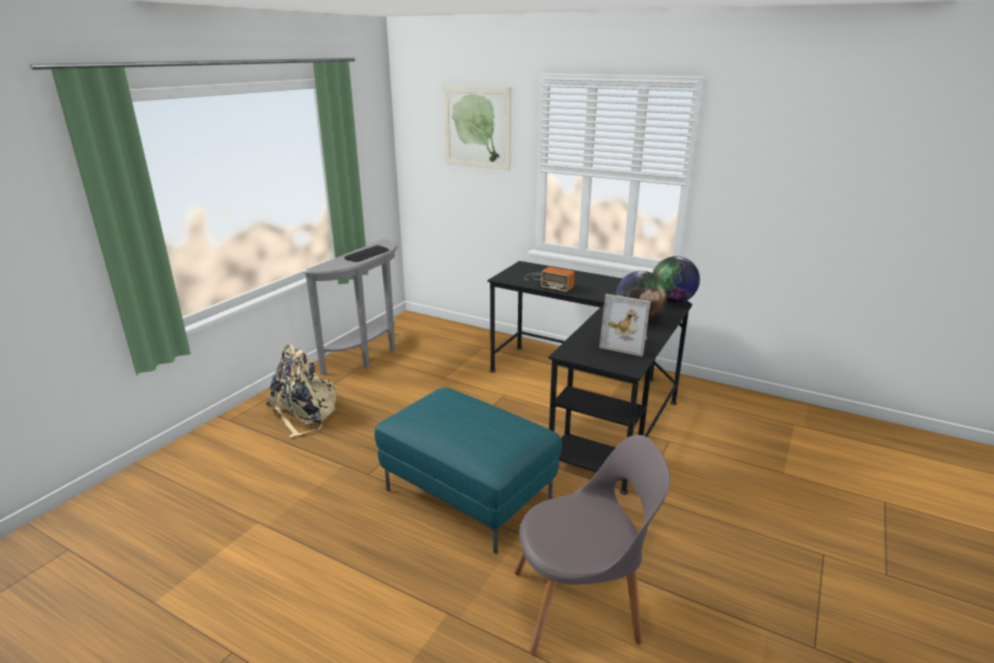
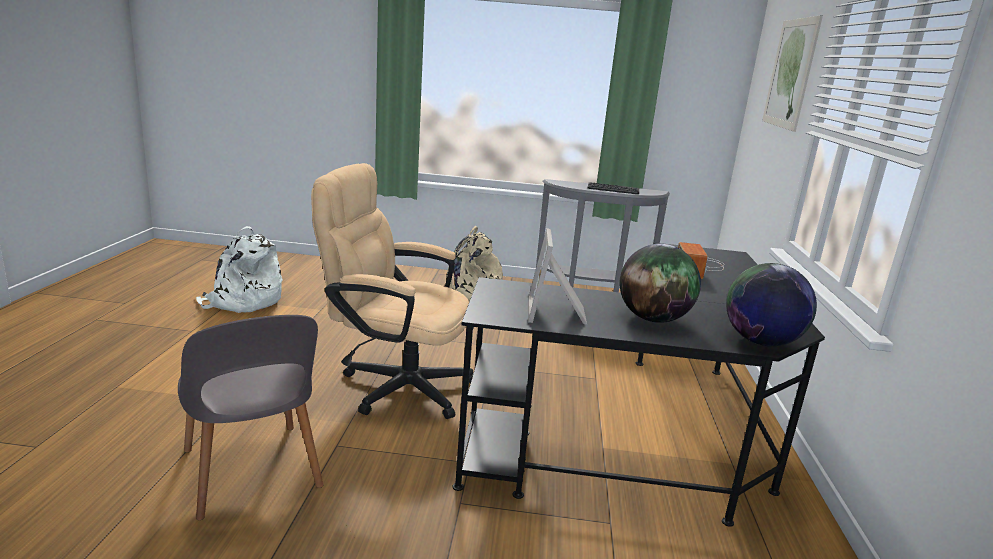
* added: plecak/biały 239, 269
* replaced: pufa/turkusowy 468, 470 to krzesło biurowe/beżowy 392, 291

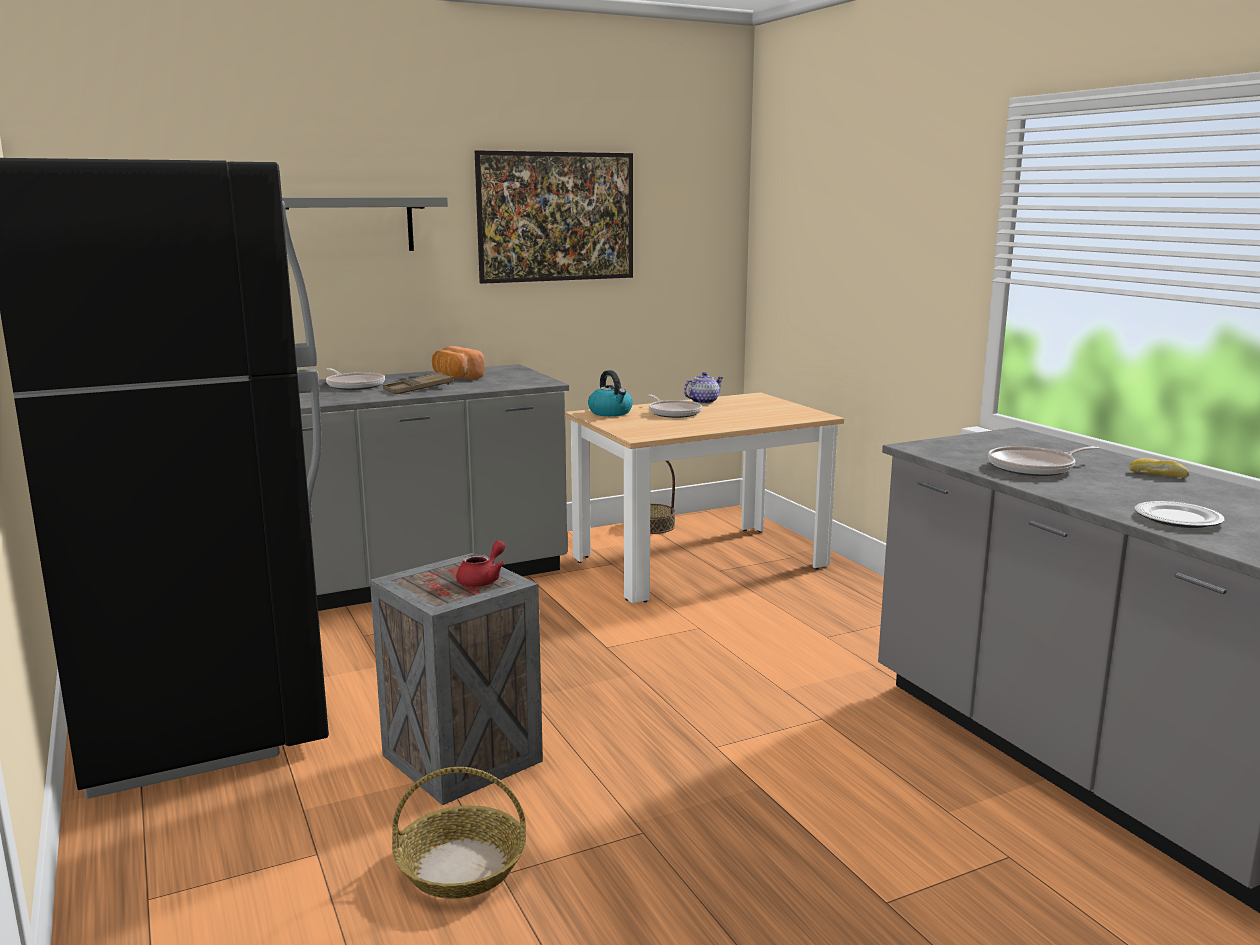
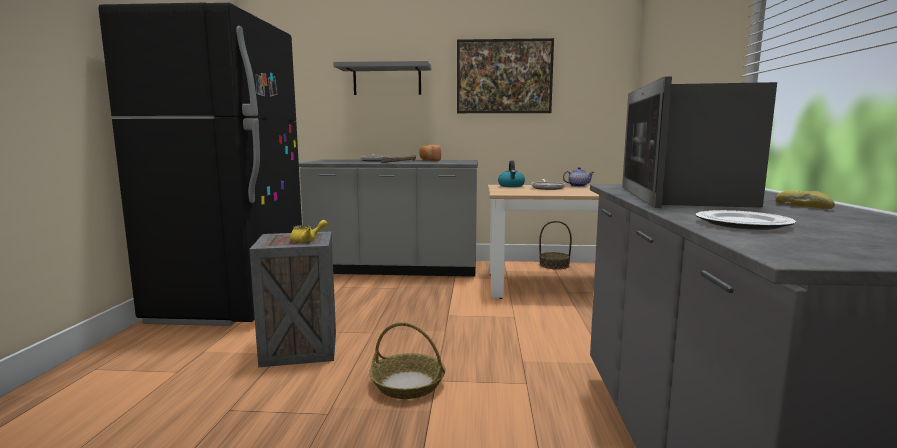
* recoloured: imbryk/czerwony 481, 563 to imbryk/żółty 309, 231
* moved: koszyk 459, 832 to 407, 360
* replaced: patelnia 1043, 461 to mikrofalówka 699, 142

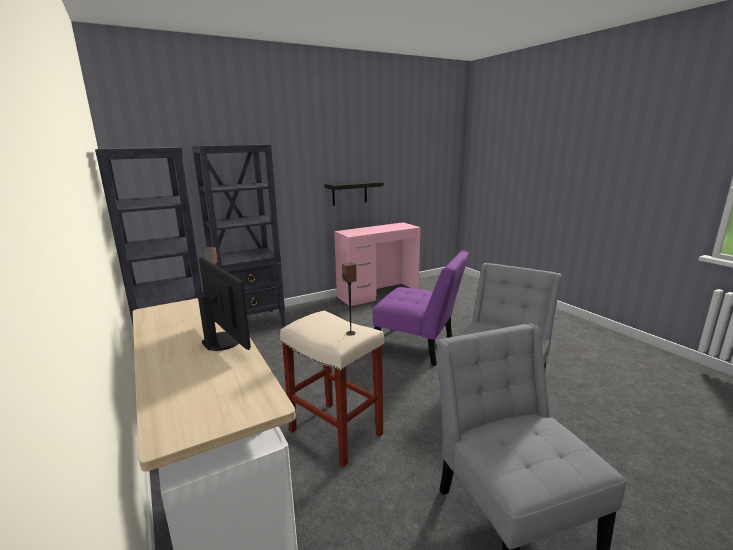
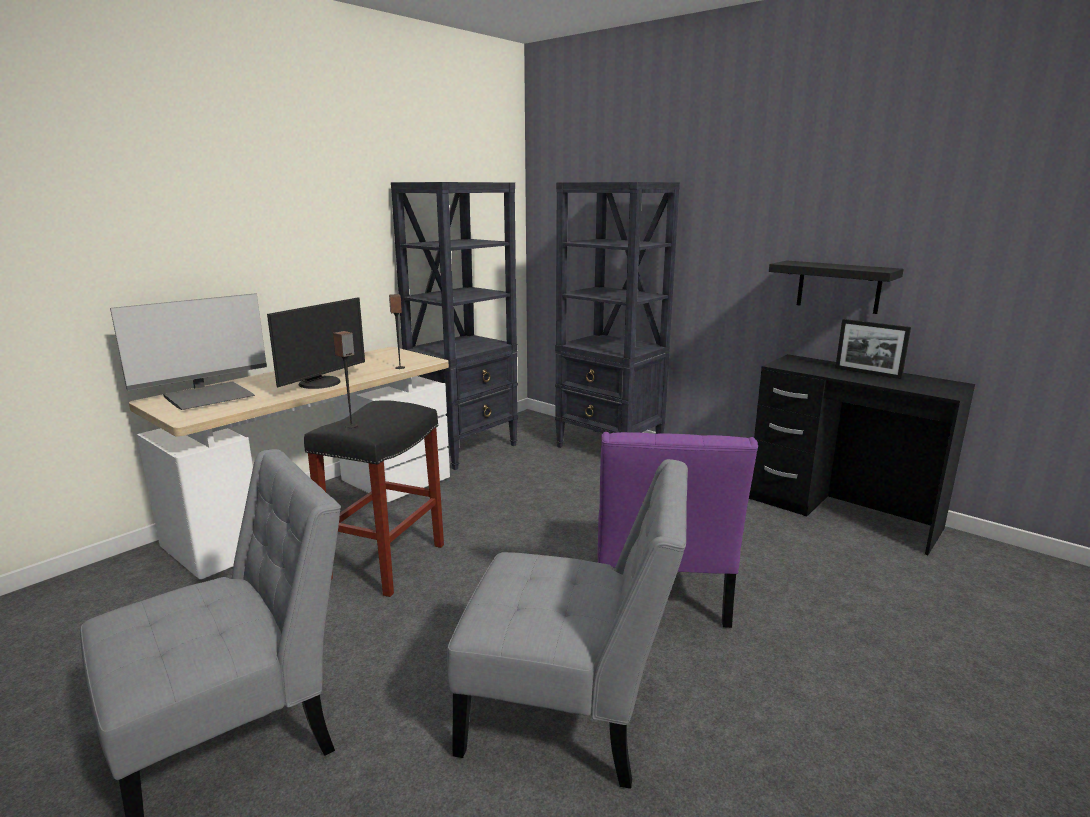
* added: monitor 188, 351
* recoloured: stołek/beżowy 332, 389 to stołek/czarny 374, 498
* recoloured: biurko/różowy 377, 264 to biurko/czarny 862, 454
* added: ramka na zdjęcie 873, 349

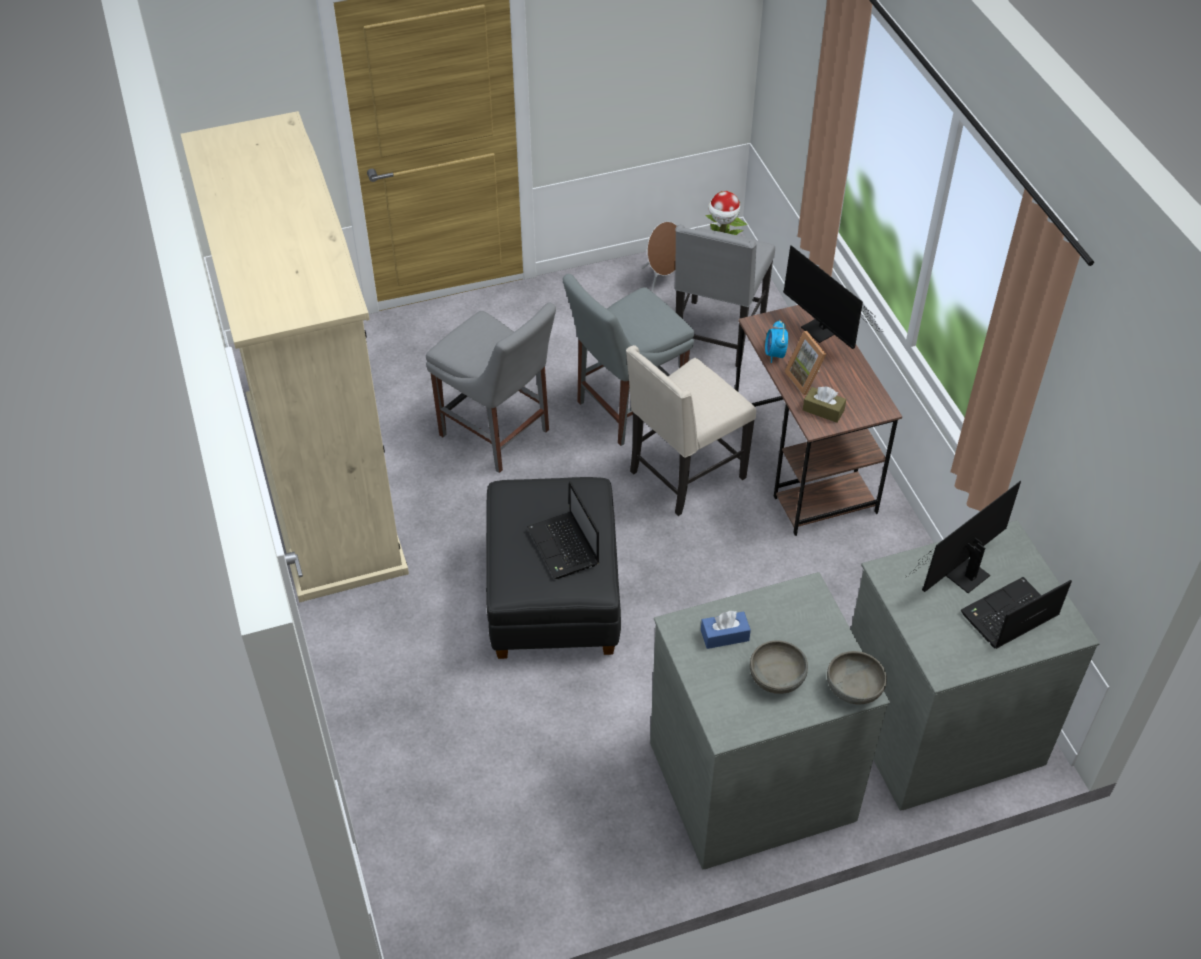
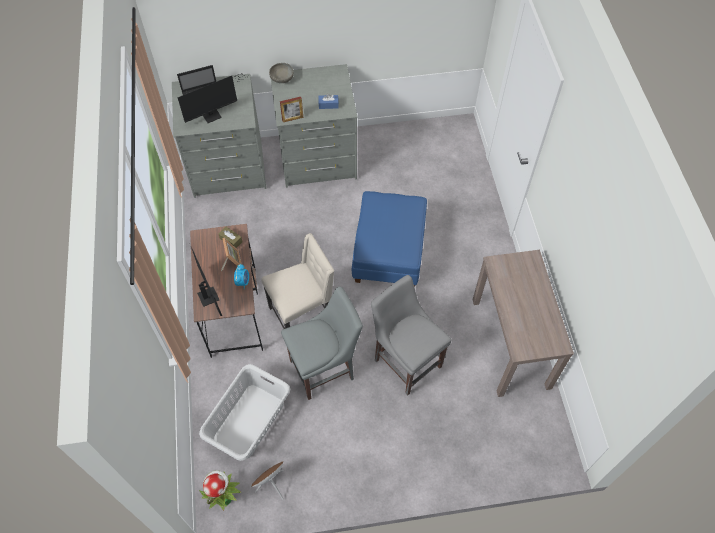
* replaced: krzesło/szary 725, 296 to kosz na pranie/szary 244, 412
* added: ramka na zdjęcie 291, 109
* recoloured: pufa/czarny 553, 568 to pufa/niebieski 389, 239
* replaced: szafa/beżowy 295, 357 to stolik konsolowy/brązowy 523, 323
* removed: laptop 563, 530
* removed: miska/szary 779, 667

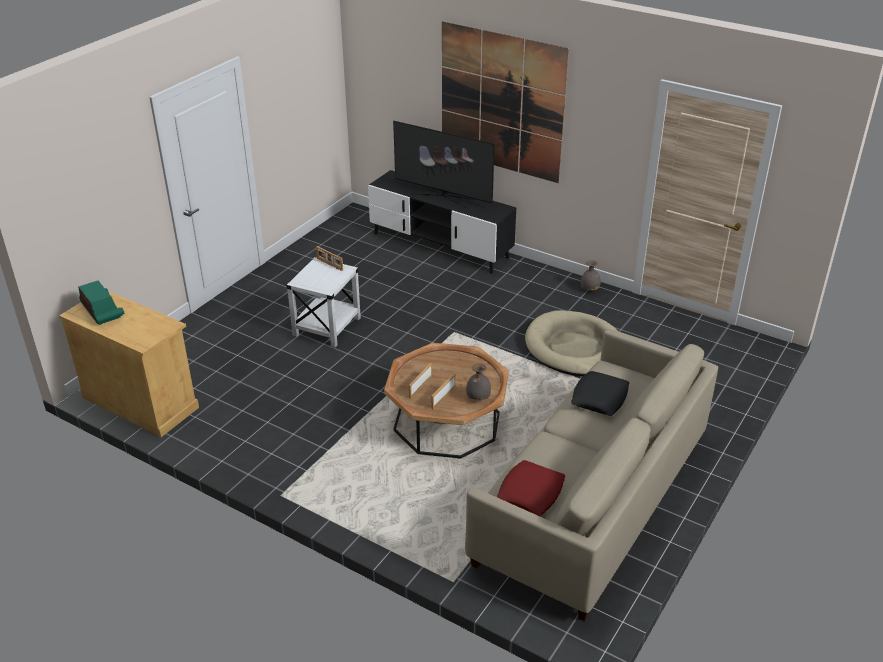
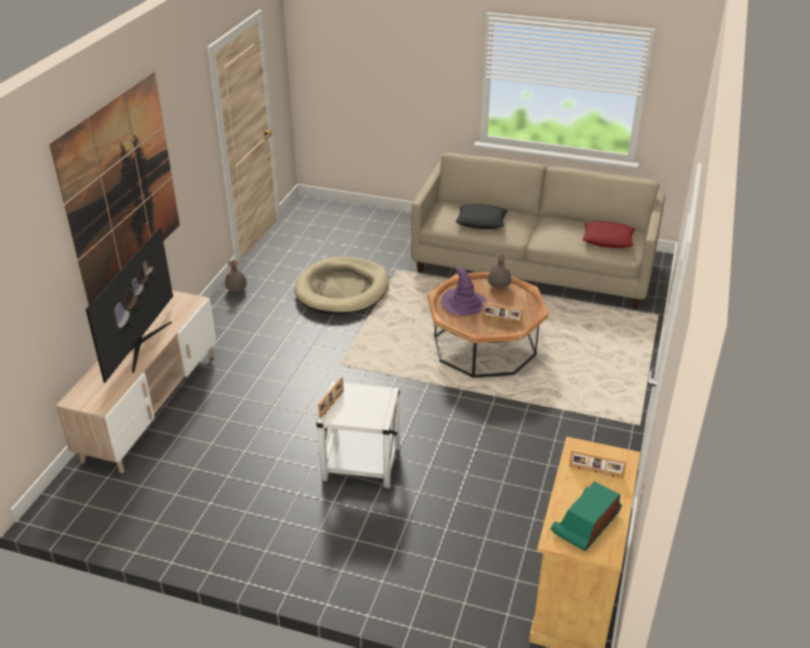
* recoloured: szafka pod telewizor/czarny 442, 221 to szafka pod telewizor/beżowy 136, 382
* added: kapelusz/fioletowy 464, 291
* moved: ramka na zdjęcie 443, 391 to 598, 464

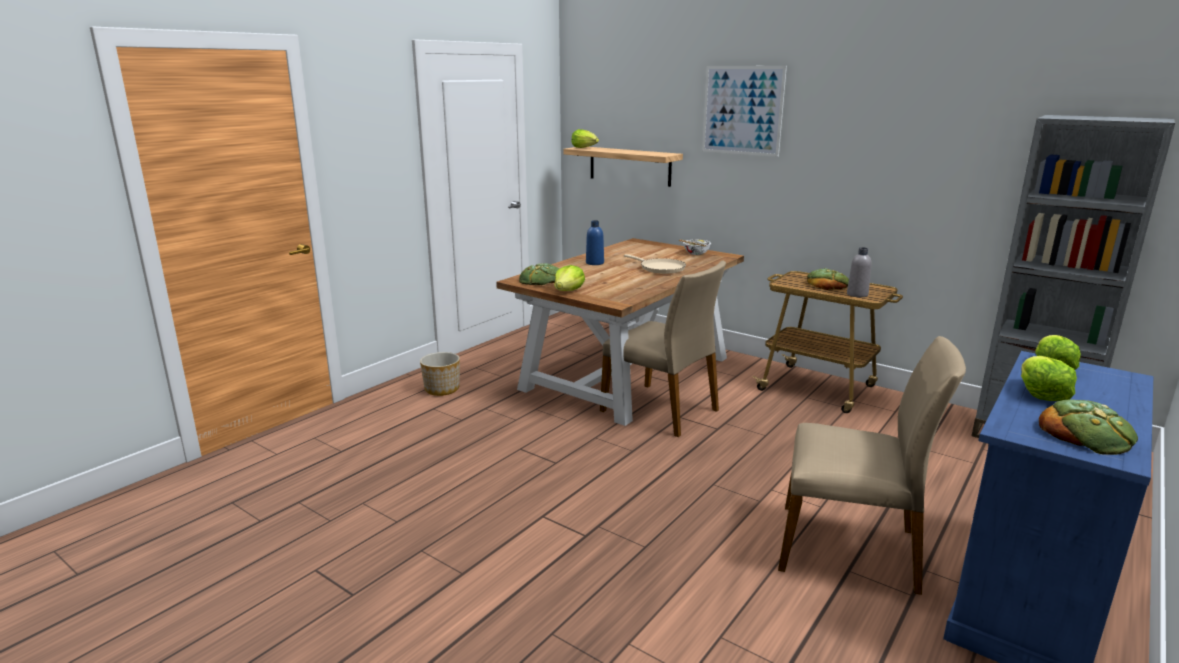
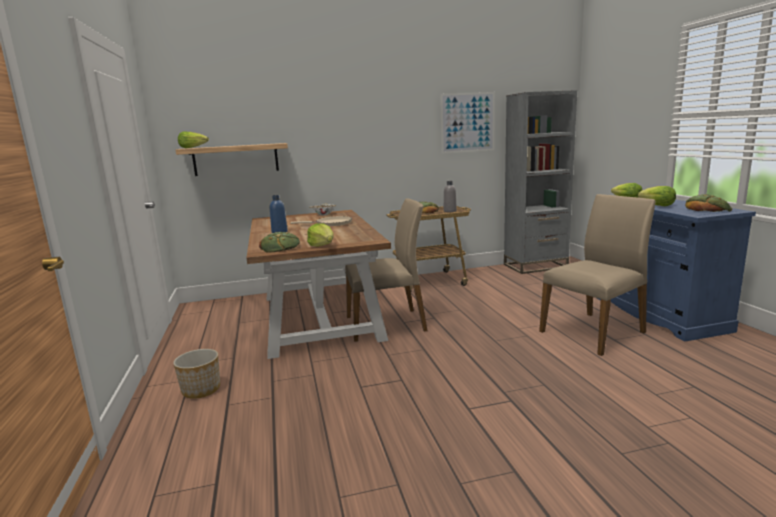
* moved: obraz 744, 111 to 467, 123

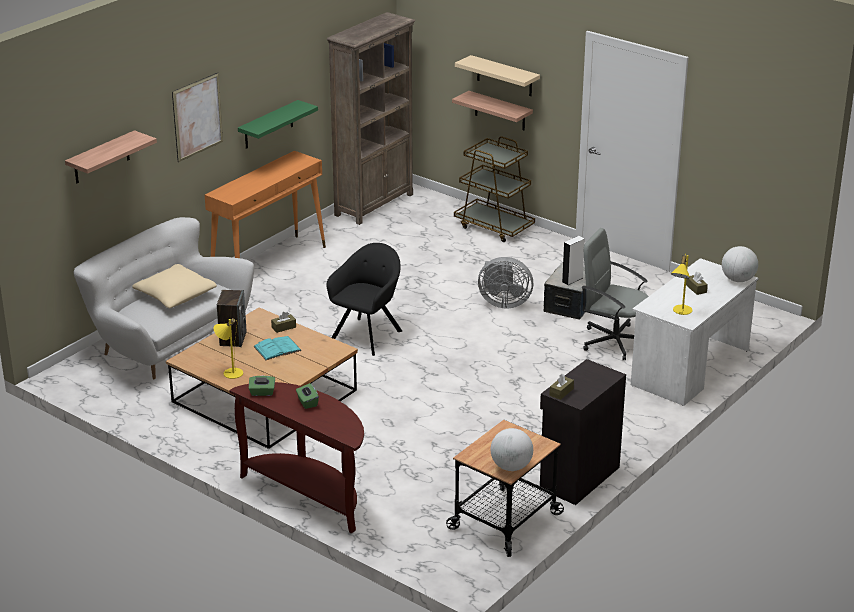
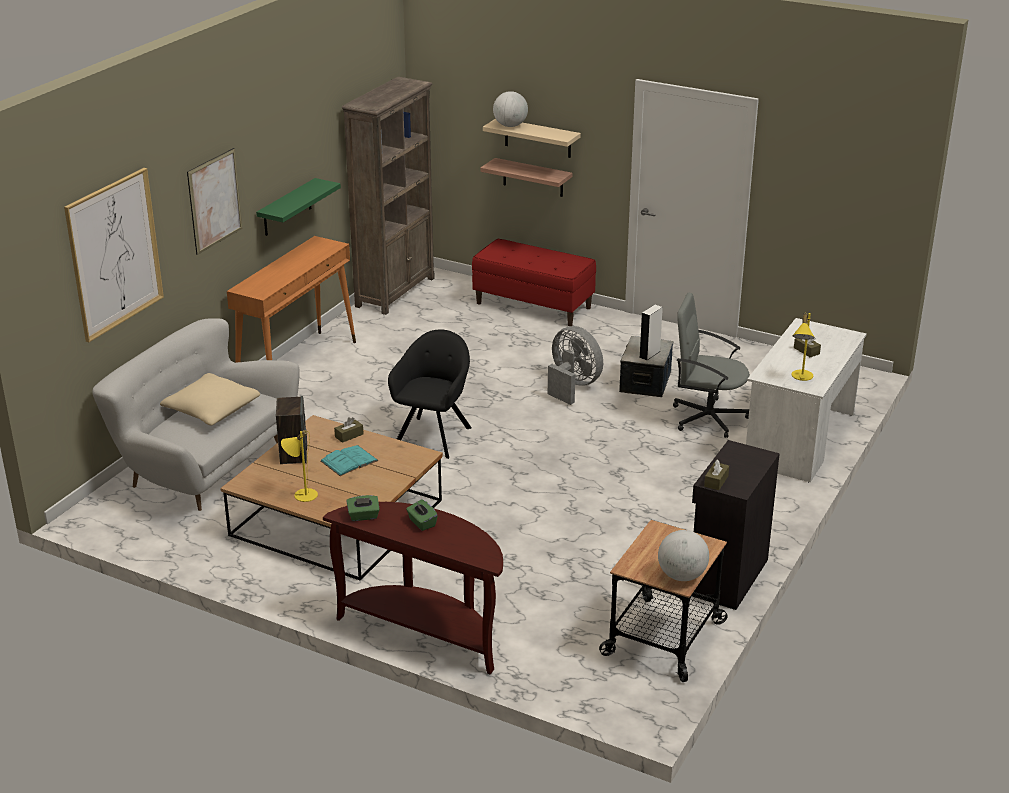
* replaced: półka 111, 156 to obraz 114, 255
* replaced: wózek/brązowy 494, 189 to ławka/czerwony 534, 282
* moved: globus 740, 264 to 510, 109
* turned: wentylator/szary 505, 282 = 575, 365 135 degrees counterclockwise

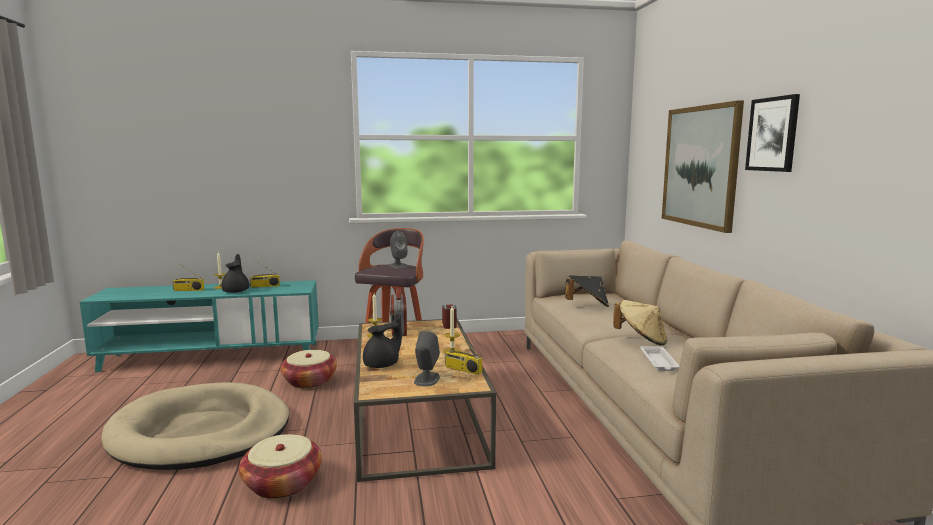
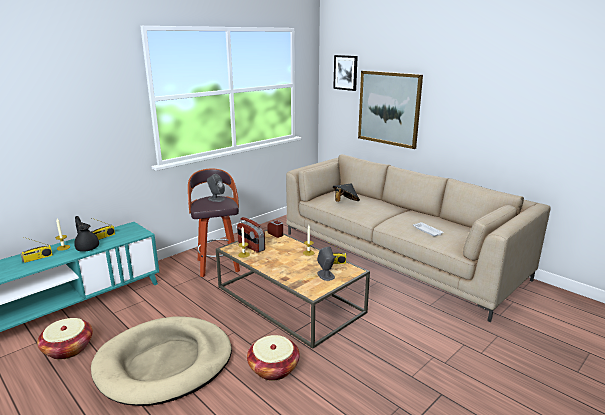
* moved: koszyk 308, 369 to 65, 339
* moved: obraz 772, 133 to 345, 73
* removed: imbryk/czarny 382, 340
* removed: kapelusz/beżowy 640, 323

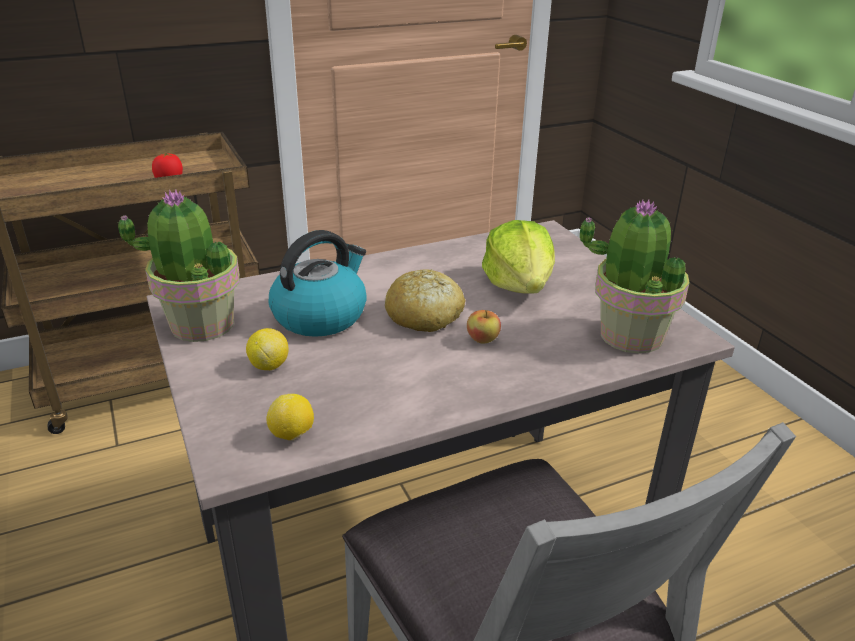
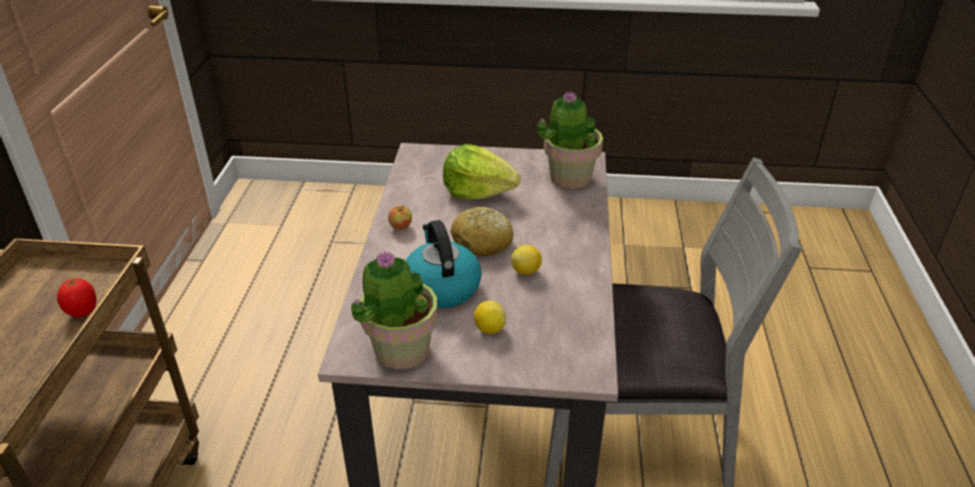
* moved: jabłko 484, 326 to 400, 217
* moved: cytryna 290, 417 to 526, 260

